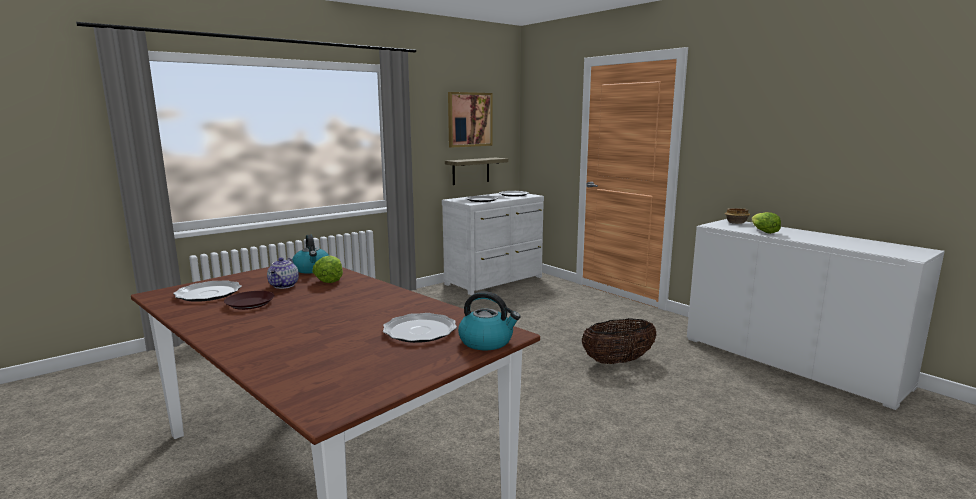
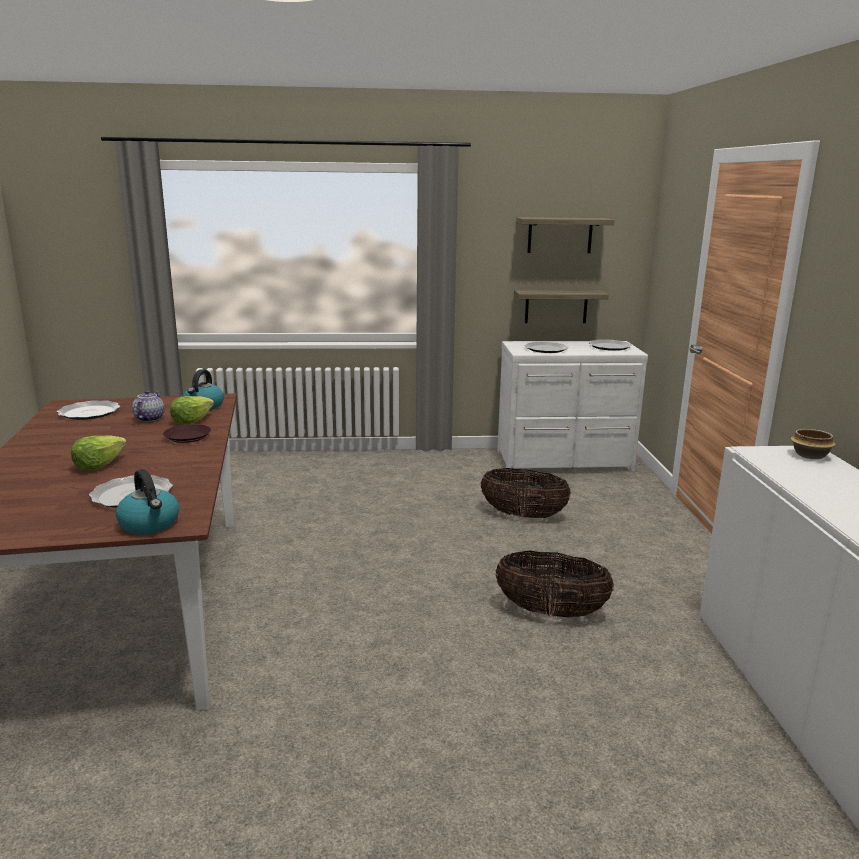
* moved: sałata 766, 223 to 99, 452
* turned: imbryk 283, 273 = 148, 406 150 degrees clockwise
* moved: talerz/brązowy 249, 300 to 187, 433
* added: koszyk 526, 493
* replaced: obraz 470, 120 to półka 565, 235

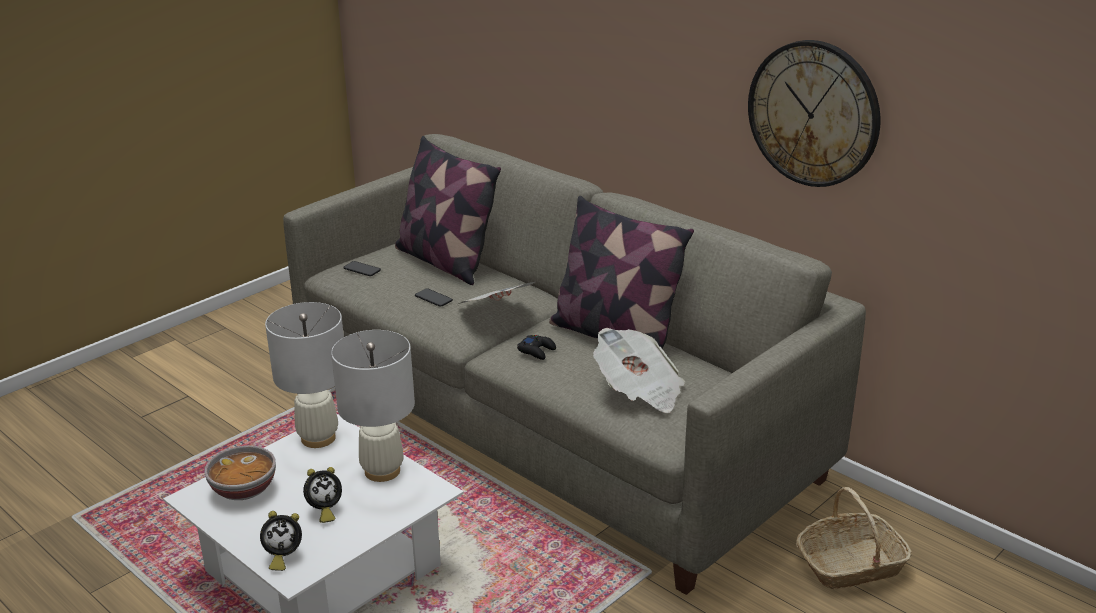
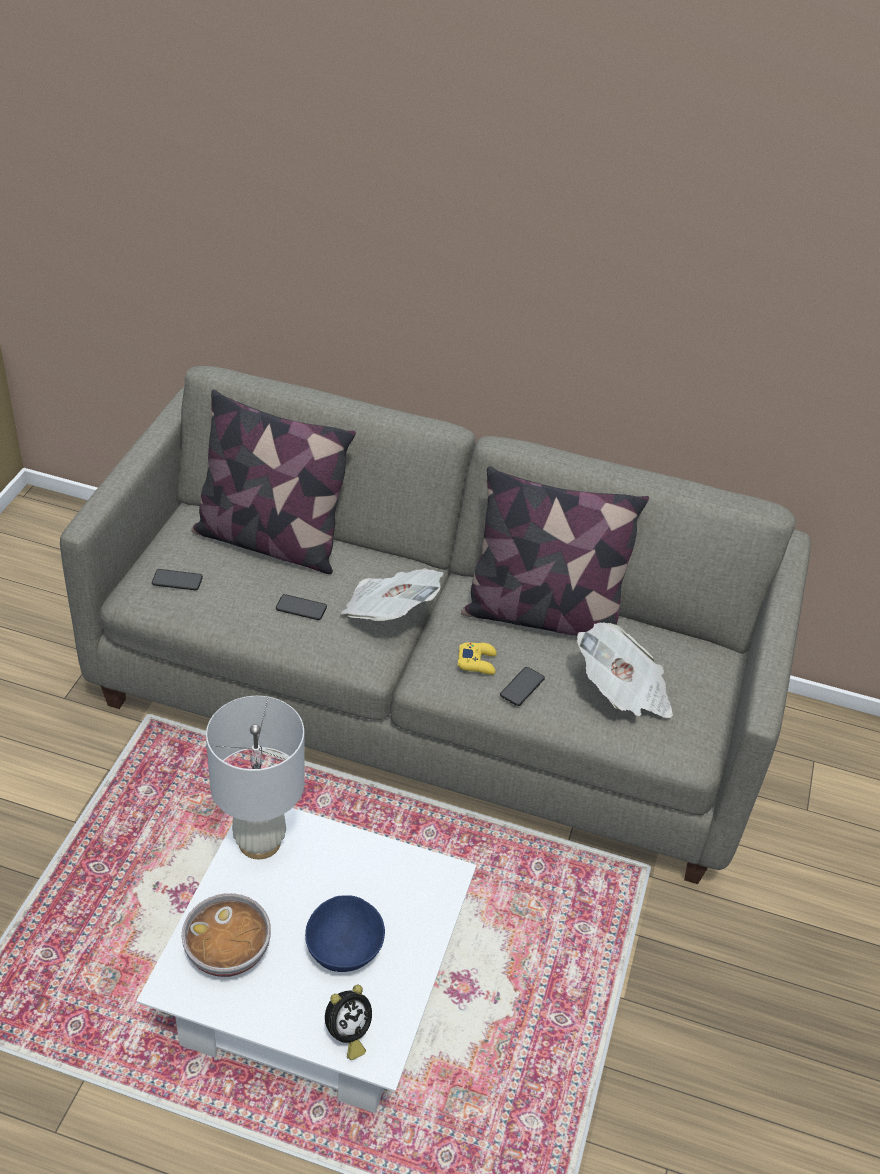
* replaced: budzik 322, 495 to miska/niebieski 345, 933
* recoloured: pad do gier/czarny 536, 347 to pad do gier/żółty 477, 658
* added: telefon 522, 686
* removed: lampa stołowa/biały 373, 406
* removed: zegar ścienny 814, 113
* removed: koszyk 854, 538

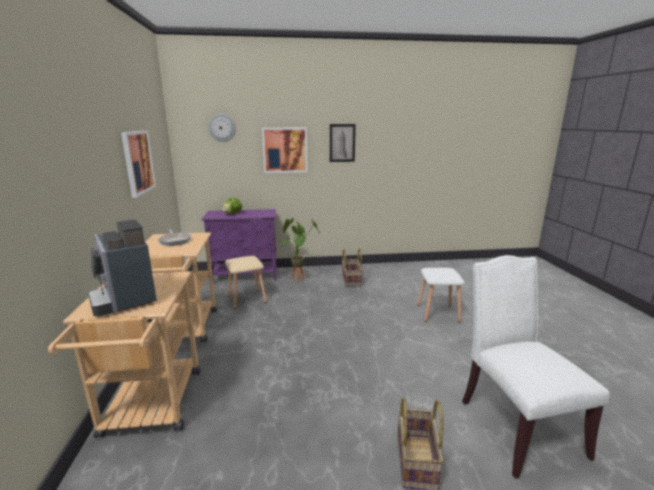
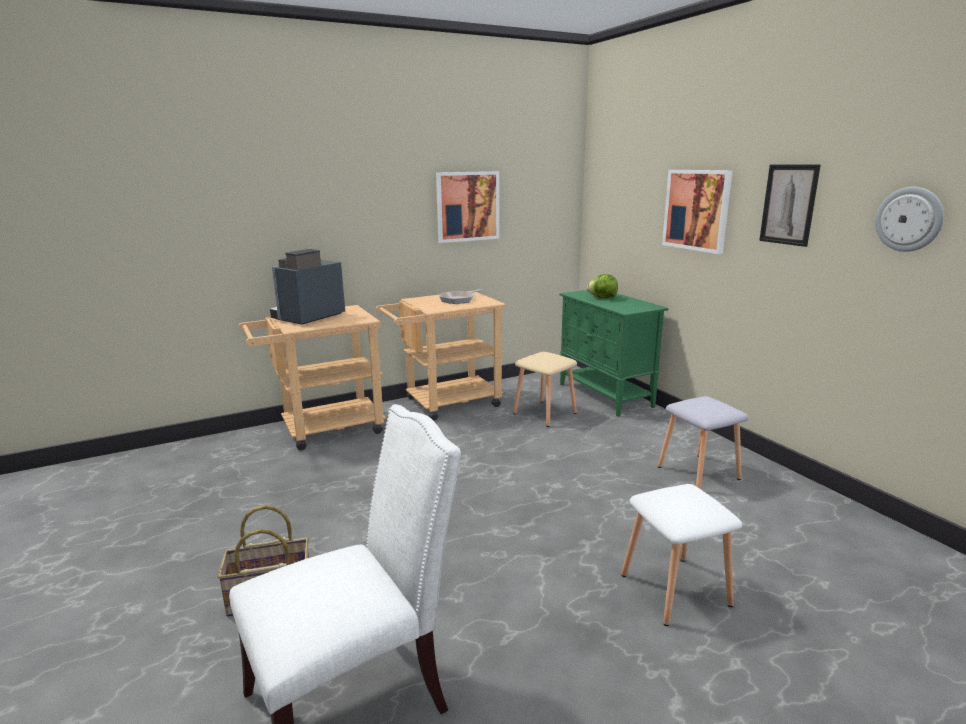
* recoloured: szafka/fioletowy 239, 245 to szafka/zielony 614, 353
* replaced: koszyk 352, 267 to stołek/szary 703, 442
* moved: zegar ścienny 222, 128 to 909, 219
* removed: roślina doniczkowa 300, 250

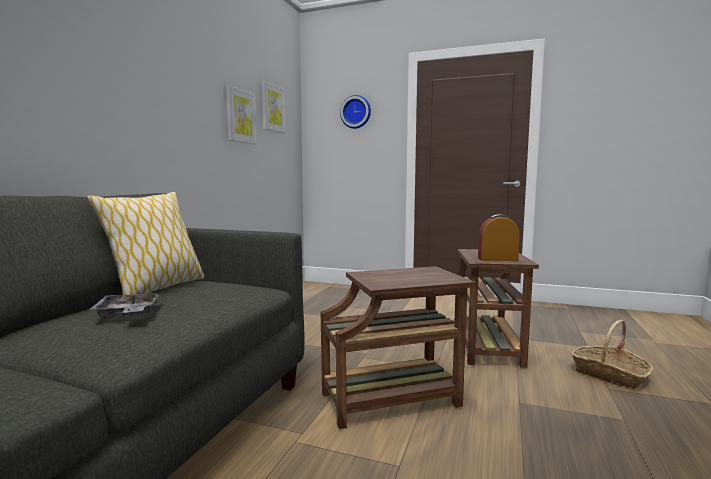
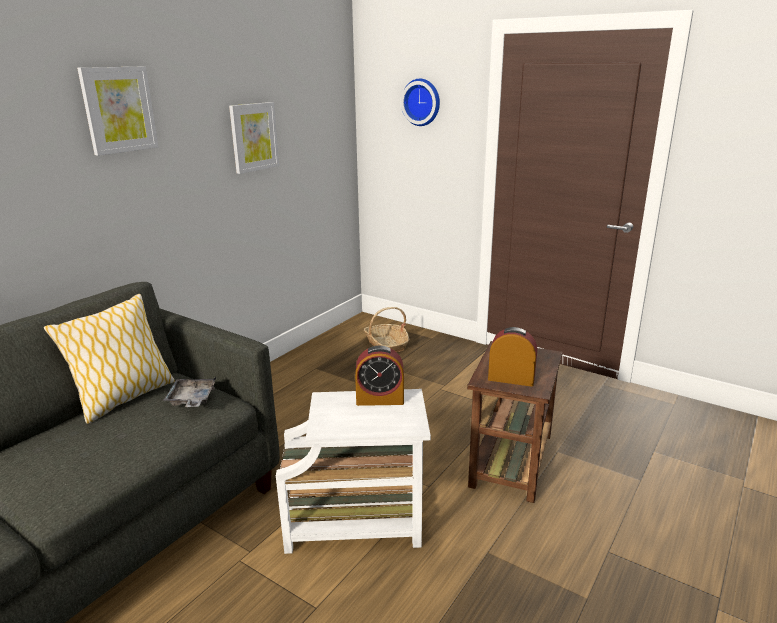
* moved: obraz 274, 107 to 118, 111
* moved: taca/szary 124, 303 to 190, 391
* recoloured: stolik/brązowy 398, 347 to stolik/biały 353, 471
* added: budzik 379, 375
* moved: koszyk 612, 354 to 386, 329

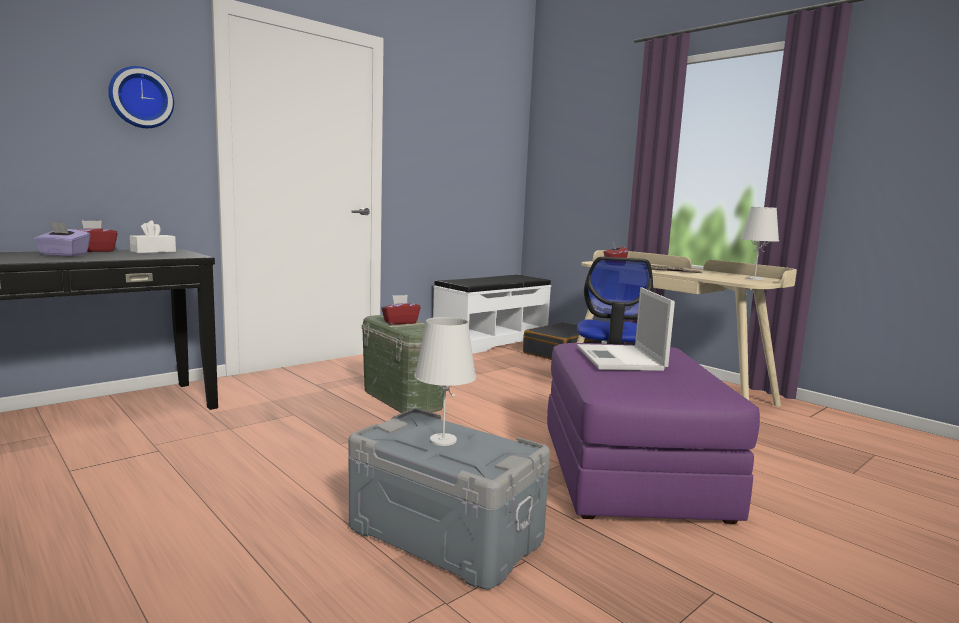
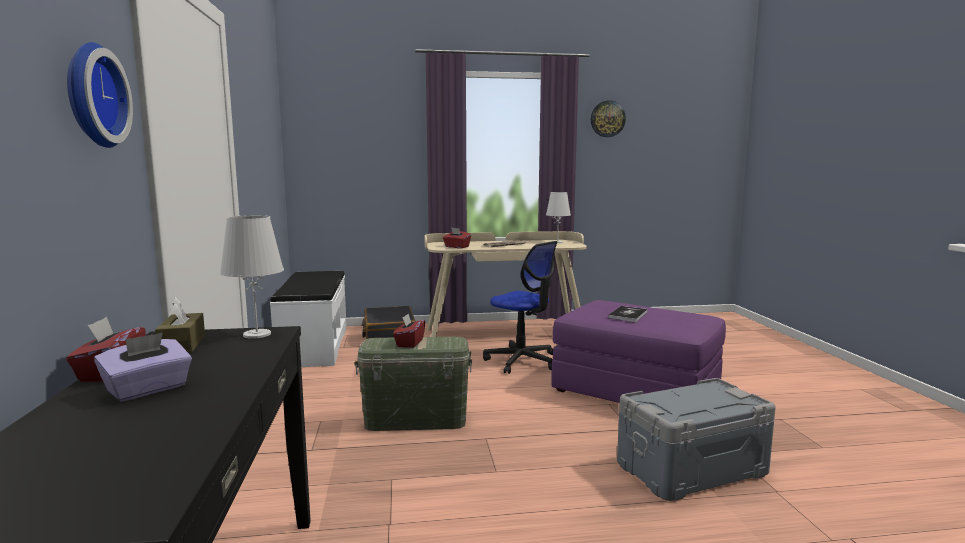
* recoloured: pudełko chusteczek/biały 153, 236 to pudełko chusteczek/brązowy 180, 325
* moved: lampa stołowa/biały 445, 381 to 252, 277
* added: zegar ścienny 608, 118
* replaced: laptop 626, 329 to książka 628, 314

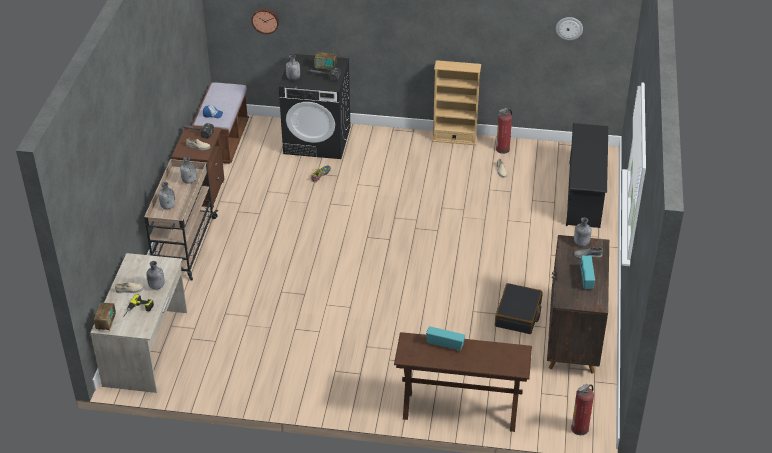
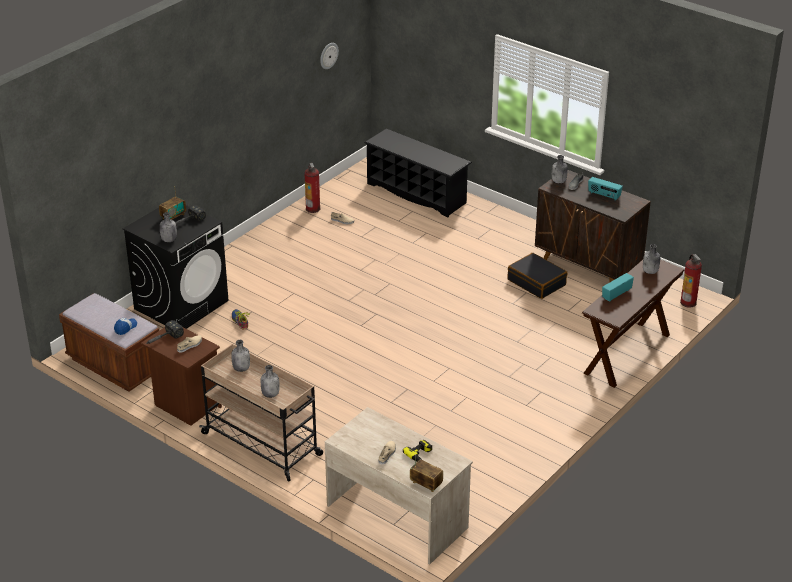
* moved: butelka/szary 155, 275 to 651, 259
* removed: zegar ścienny 265, 21
* removed: regał/beżowy 456, 102

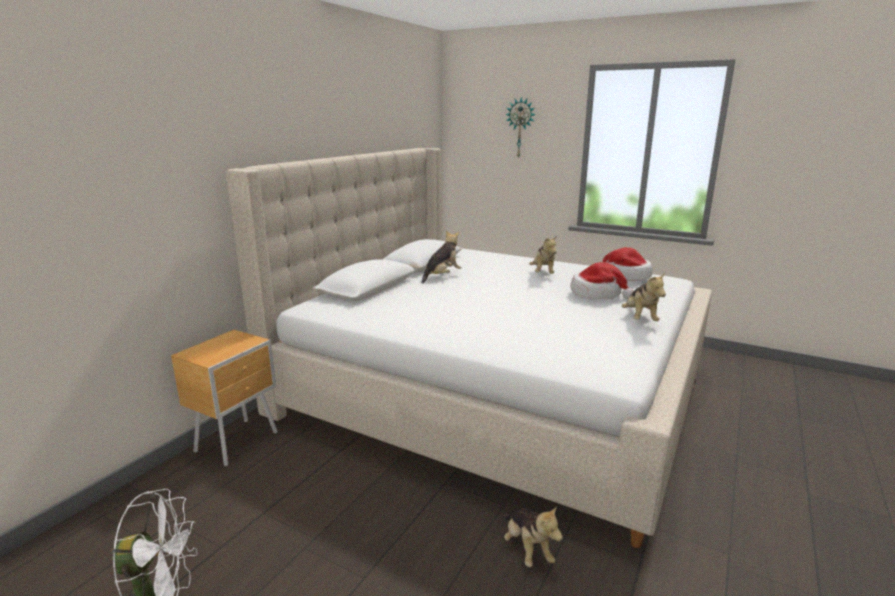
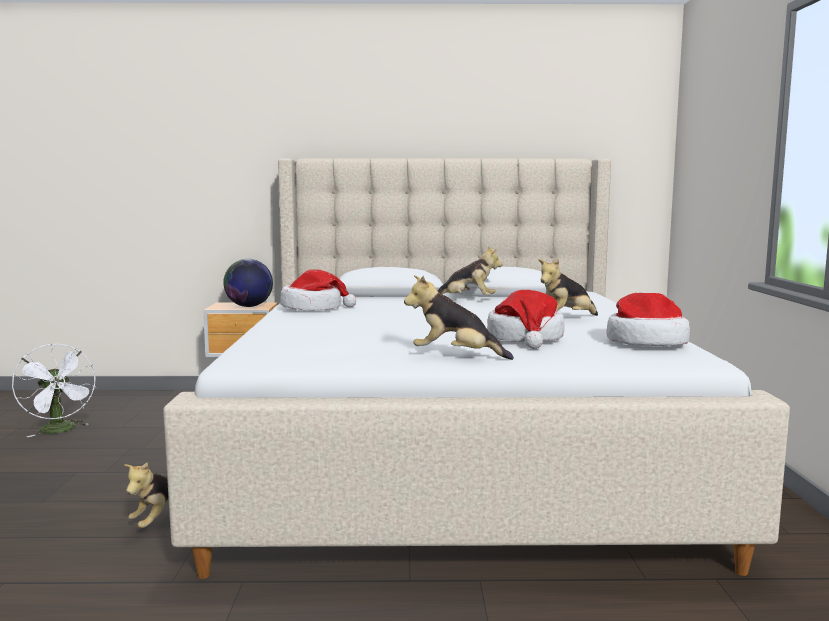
* added: globus 248, 283
* added: kapelusz 318, 289
* turned: pluszak 644, 297 = 459, 317 45 degrees clockwise
* removed: zegar ścienny 520, 128

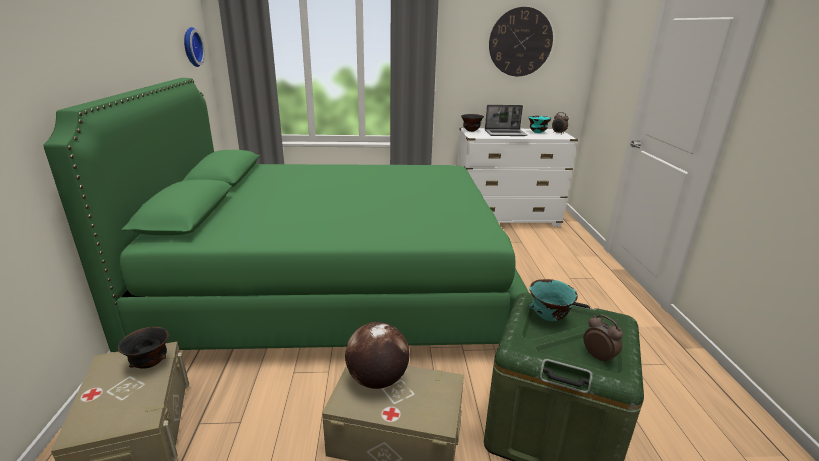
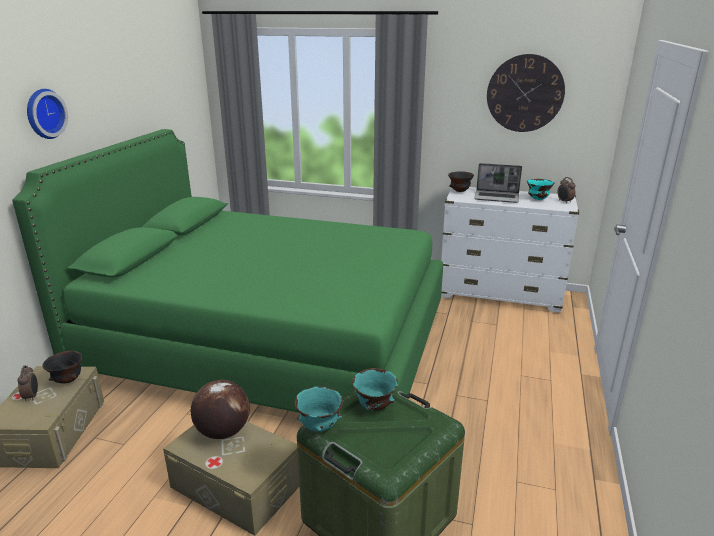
* moved: budzik 603, 339 to 27, 383
* moved: zegar ścienny 194, 47 to 47, 114
* added: miska/turkusowy 319, 409

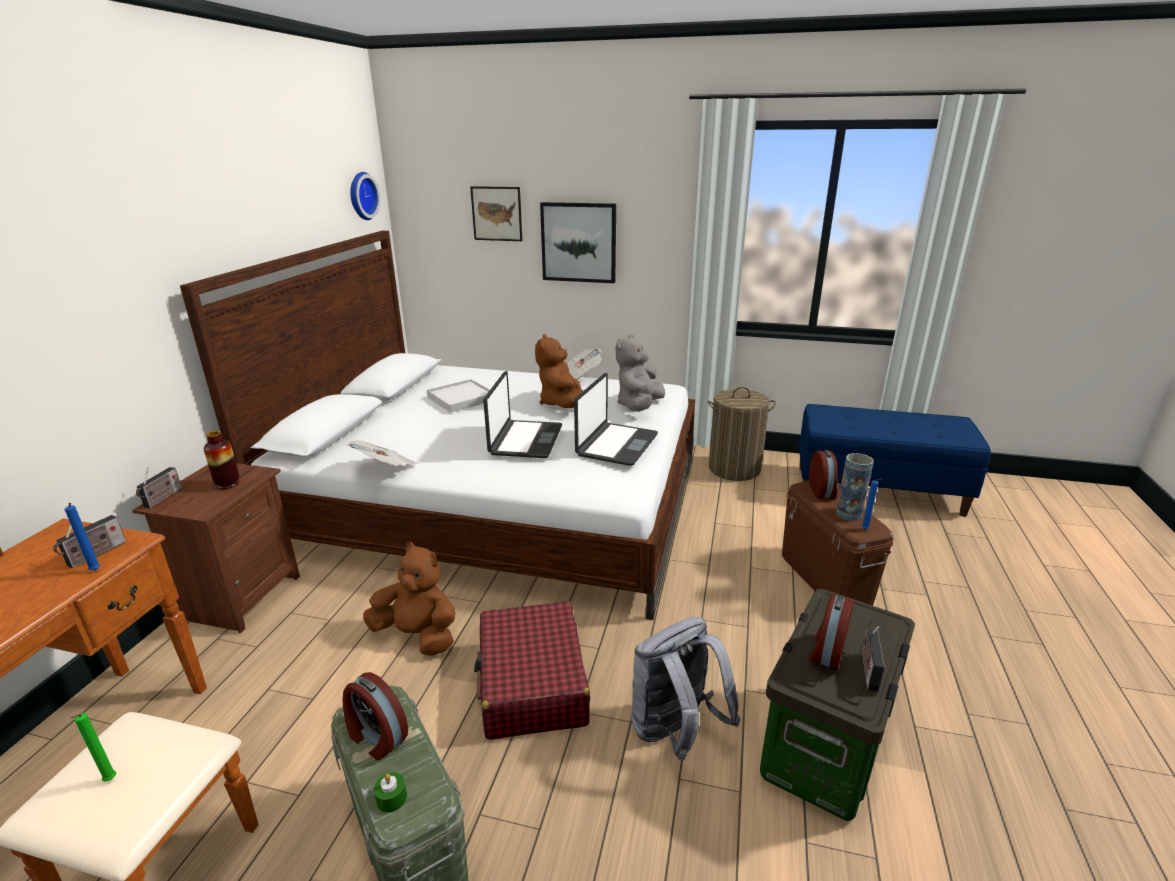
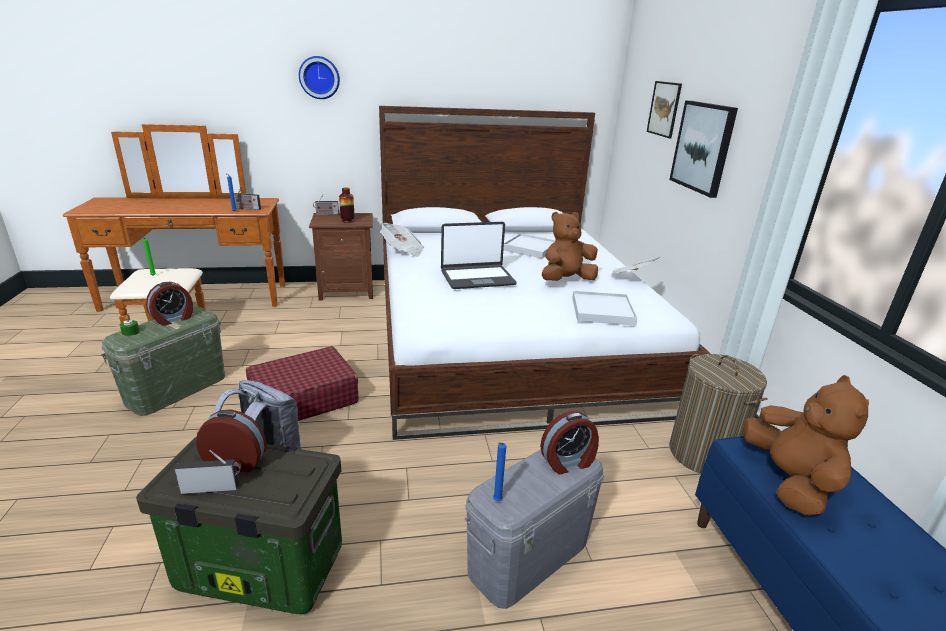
* turned: budzik 375, 716 = 169, 304 150 degrees counterclockwise
* moved: zegar ścienny 365, 196 to 319, 77
* recoloured: pojemnik do przechowywania/brązowy 838, 543 to pojemnik do przechowywania/szary 534, 529
* replaced: pluszak/szary 640, 373 to taca/biały 604, 308
* moved: pluszak/brązowy 409, 599 to 806, 445
* removed: laptop 616, 419
* removed: wazon 855, 487

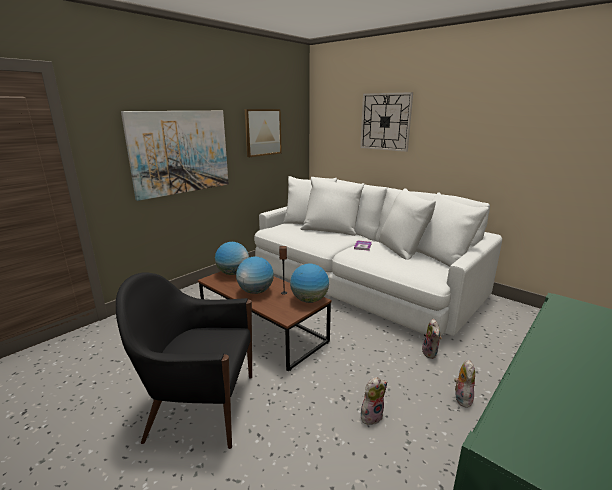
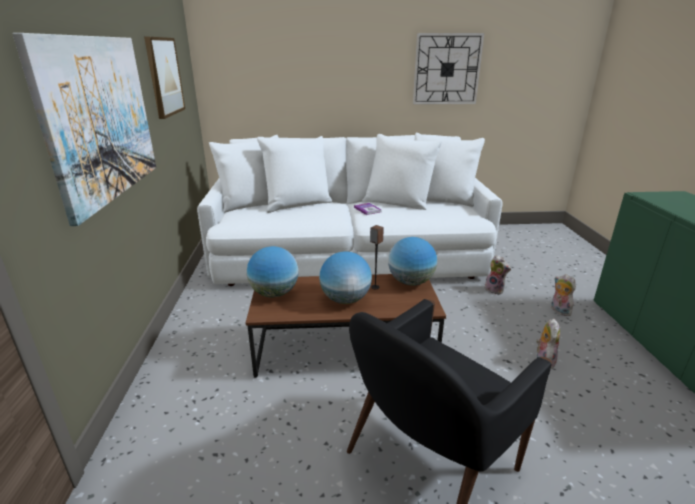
* moved: zegar ścienny 386, 122 to 449, 68

